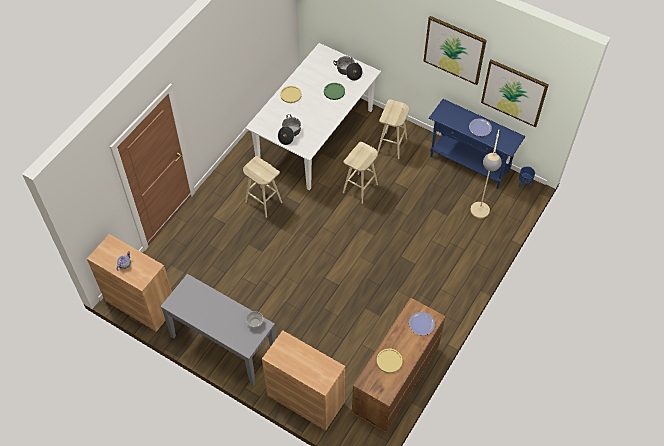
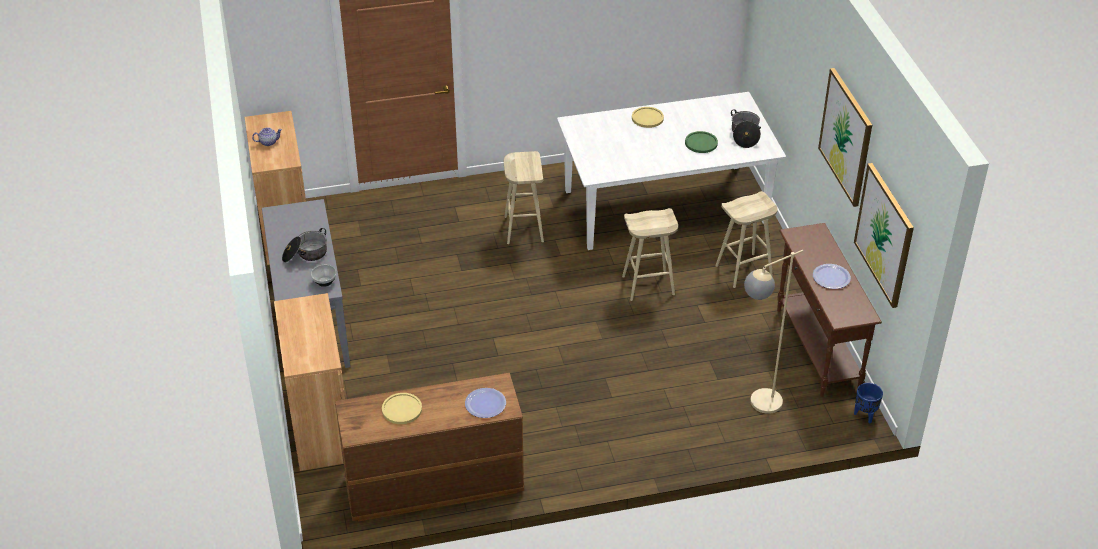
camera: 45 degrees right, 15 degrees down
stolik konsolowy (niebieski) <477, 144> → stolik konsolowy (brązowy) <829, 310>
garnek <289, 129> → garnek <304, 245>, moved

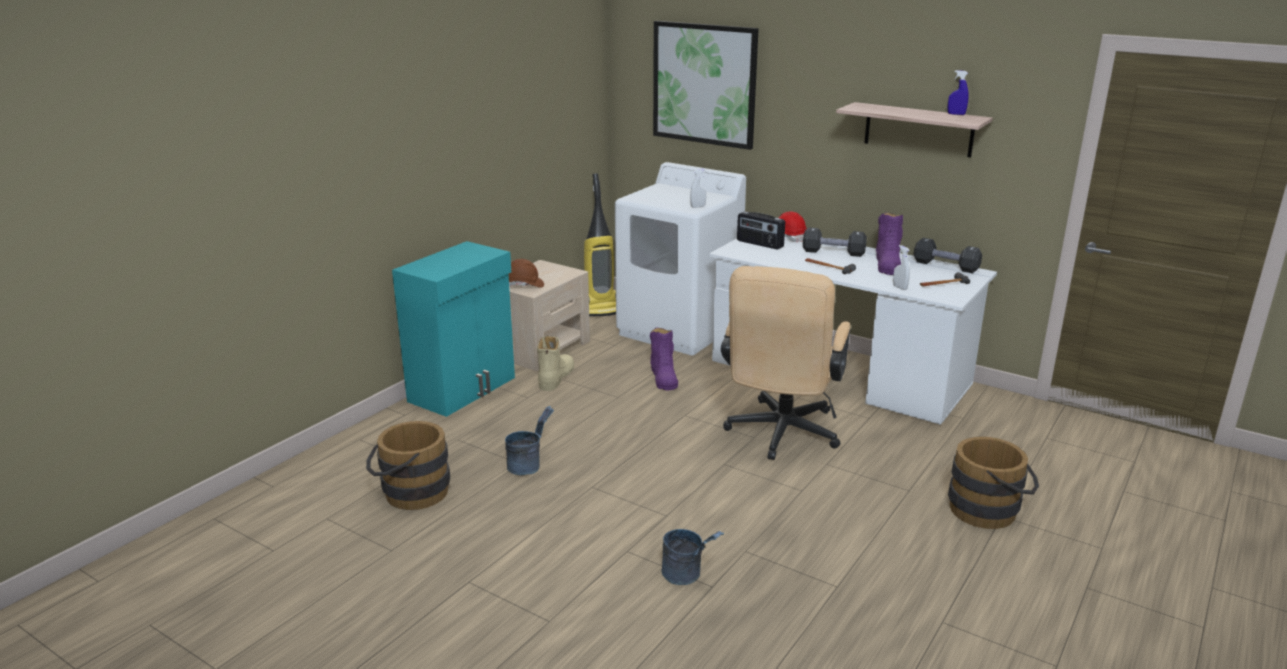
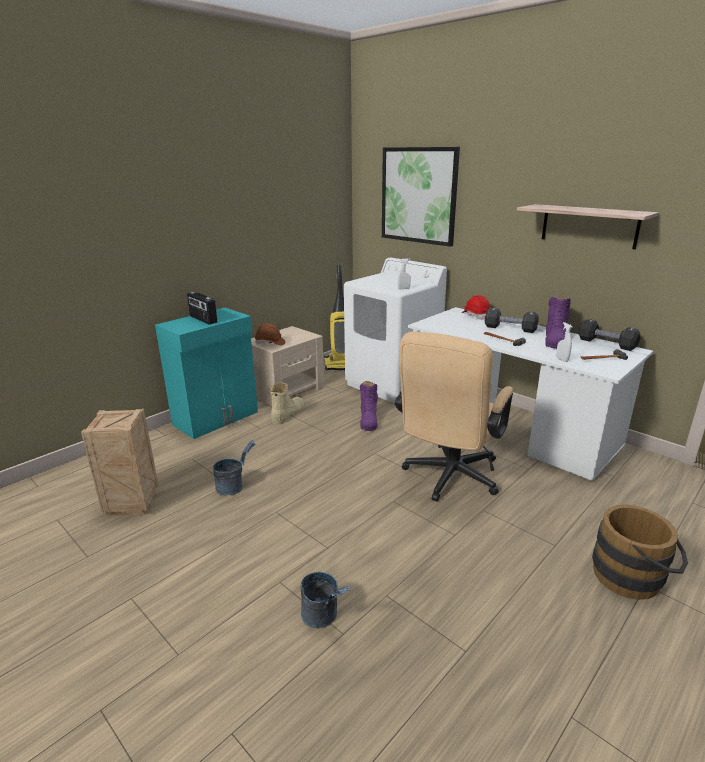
camera: 10 degrees right, 0 degrees up
spryskiwacz (niebieski) <958, 92> → -
radio <761, 230> → radio <202, 308>, moved
wiadro (brązowy) <408, 465> → skrzynka <120, 462>

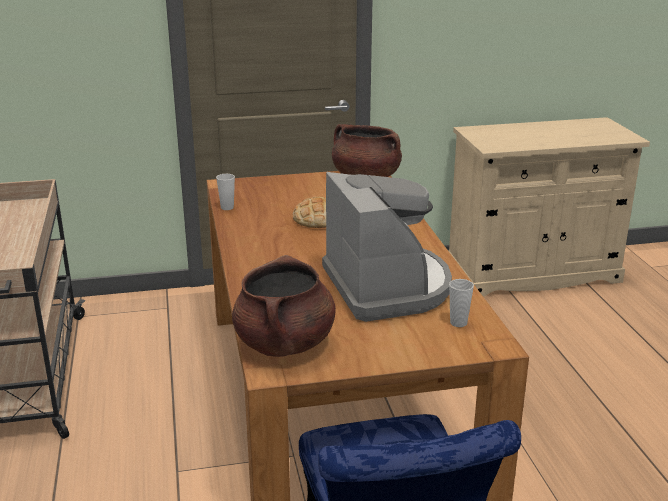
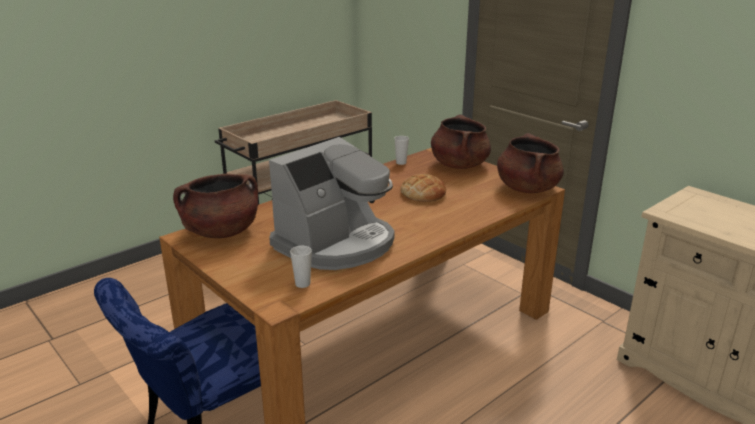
camera: 60 degrees right, 0 degrees up
- → garnek (brązowy) <461, 141>

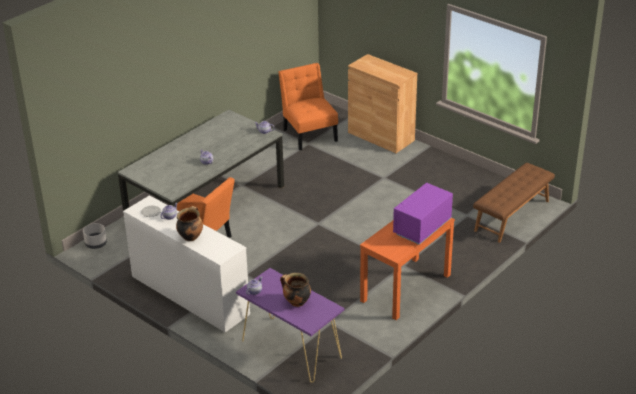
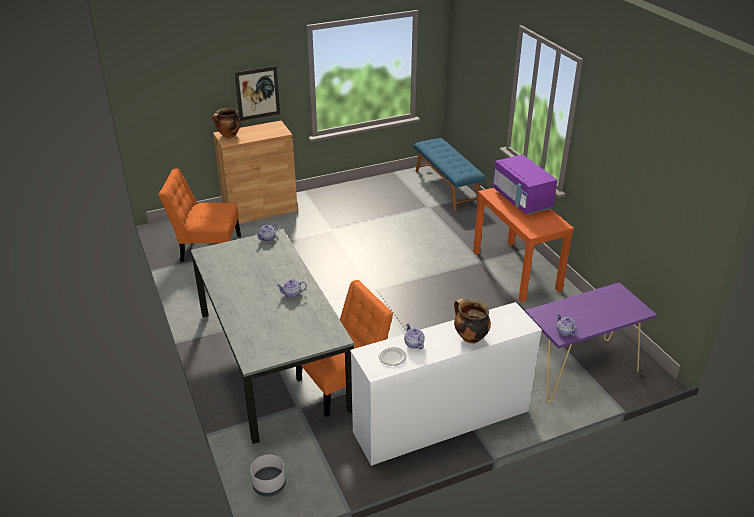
camera: 65 degrees left, 0 degrees up
ławka (brązowy) <514, 203> → ławka (niebieski) <450, 174>
garnek <295, 290> → garnek <226, 123>, moved
- → obraz <257, 93>

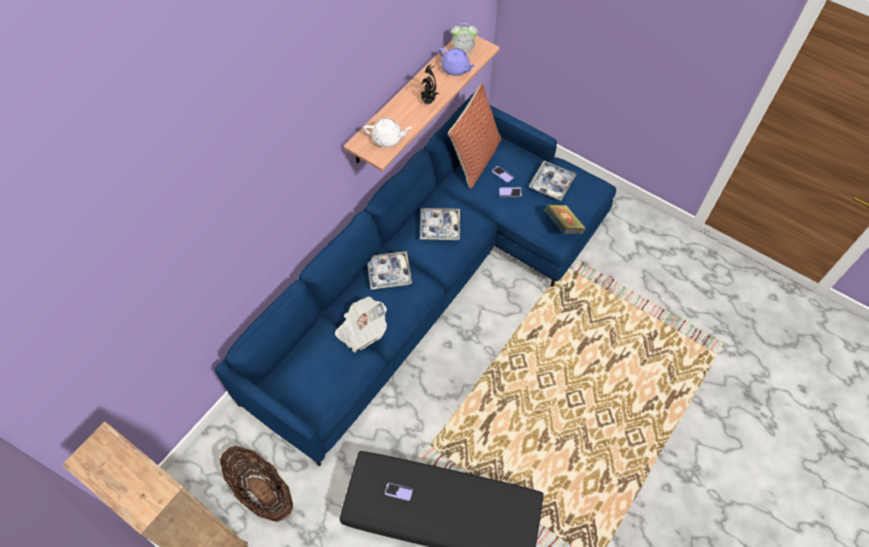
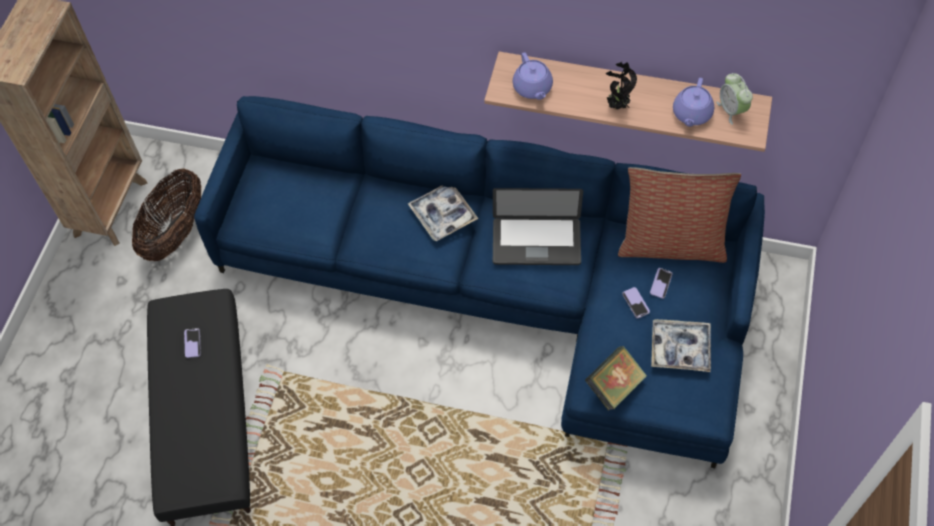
camera: 70 degrees right, 0 degrees up
imbryk (biały) <388, 132> → imbryk (fioletowy) <533, 76>
taca <440, 224> → laptop <538, 226>
gazeta <361, 325> → -

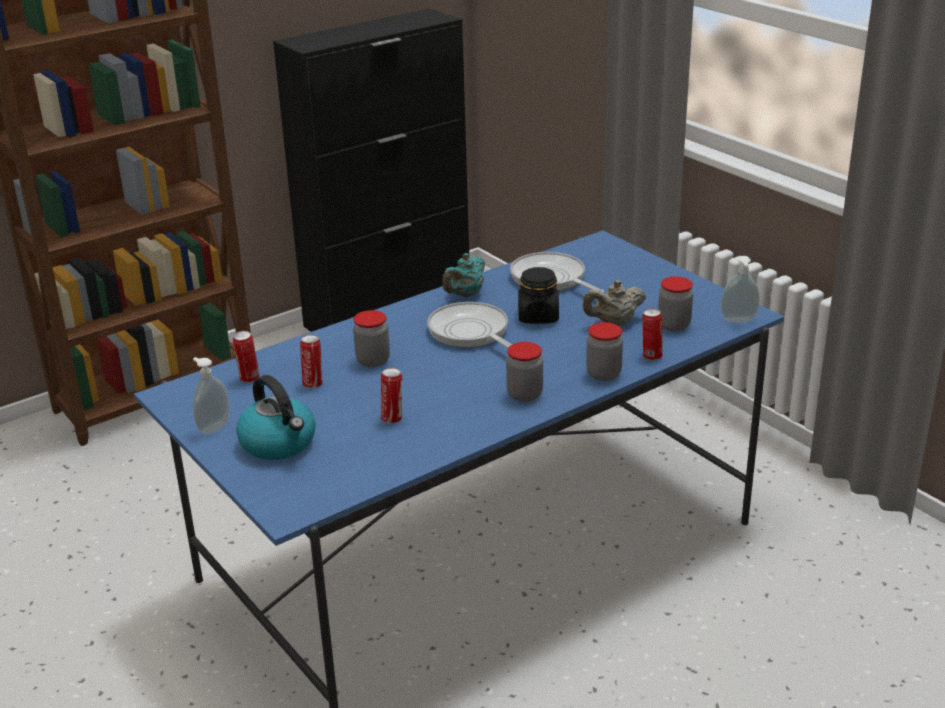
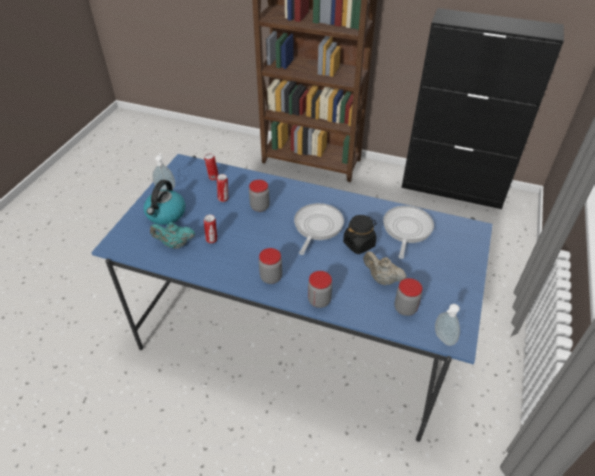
camera: 55 degrees right, 15 degrees up
imbryk (turkusowy) <463, 275> → imbryk (turkusowy) <172, 235>, moved
puszka <652, 334> → -

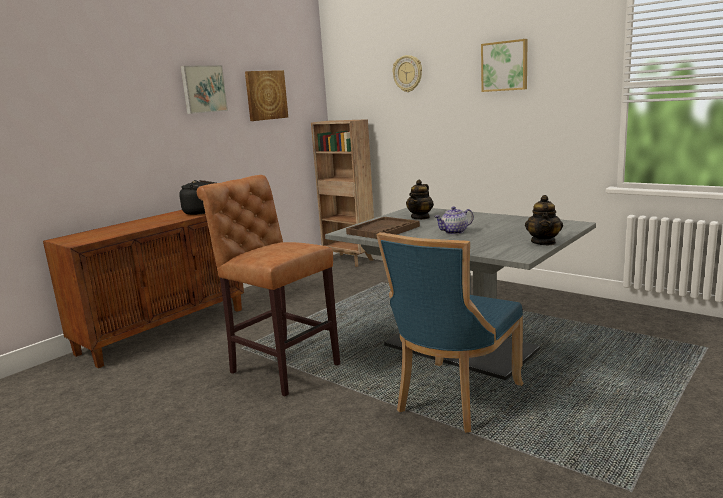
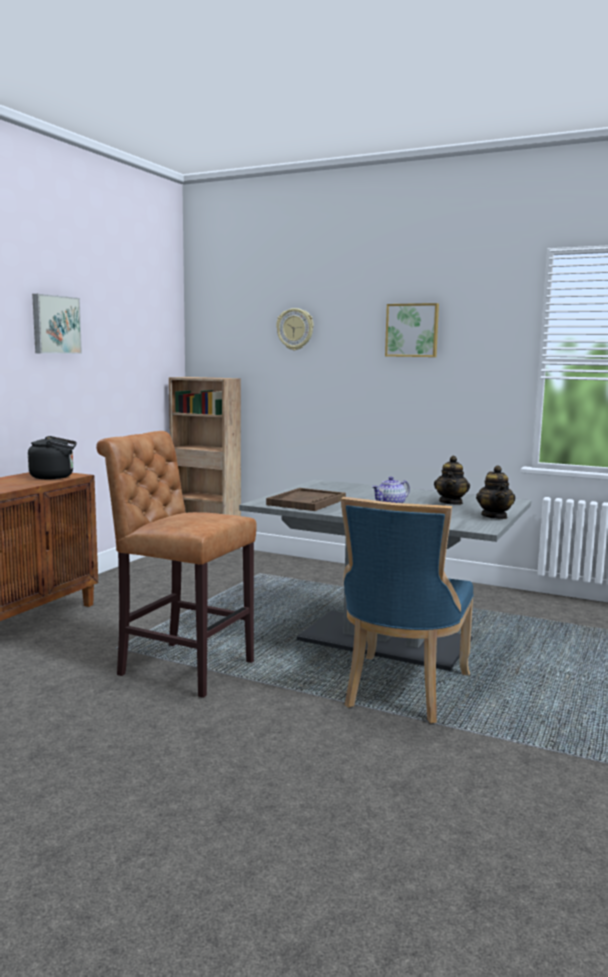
camera: 15 degrees left, 5 degrees down
obraz <266, 95> → -
imbryk <420, 200> → imbryk <452, 480>, moved

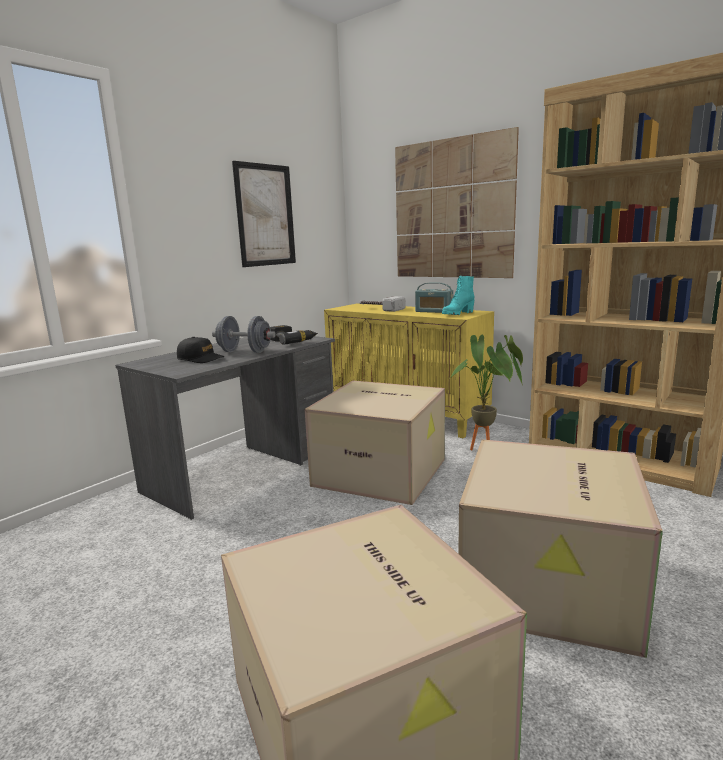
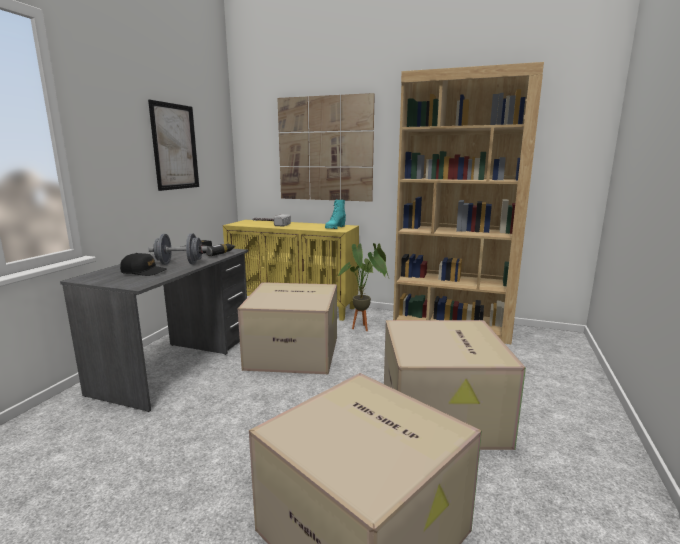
camera: 20 degrees left, 0 degrees up
radio <434, 297> → -

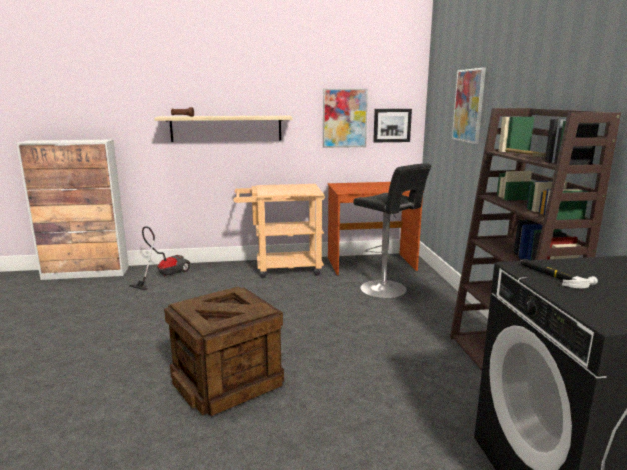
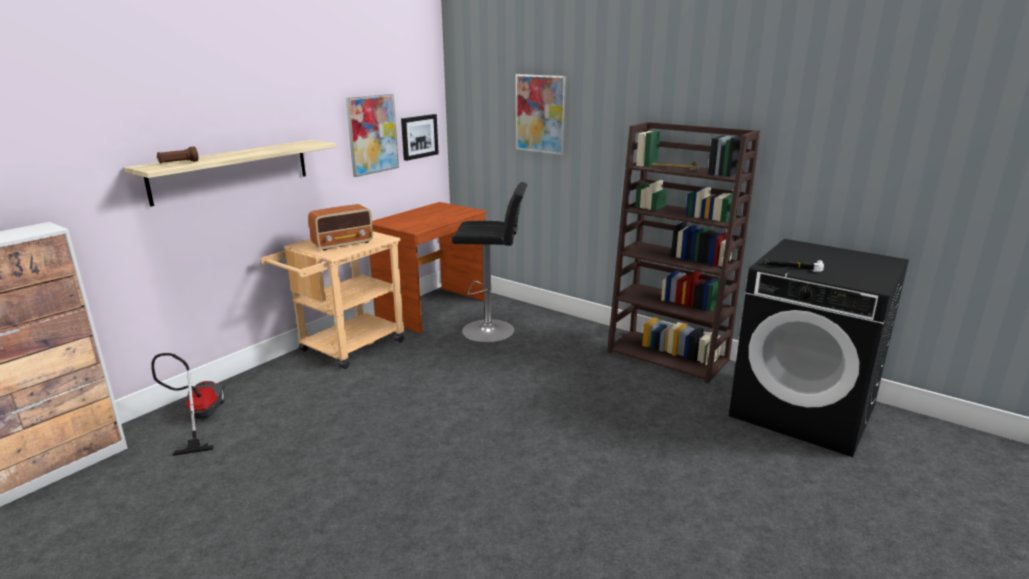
camera: 45 degrees left, 5 degrees up
skrzynka <224, 351> → -
- → radio <340, 227>

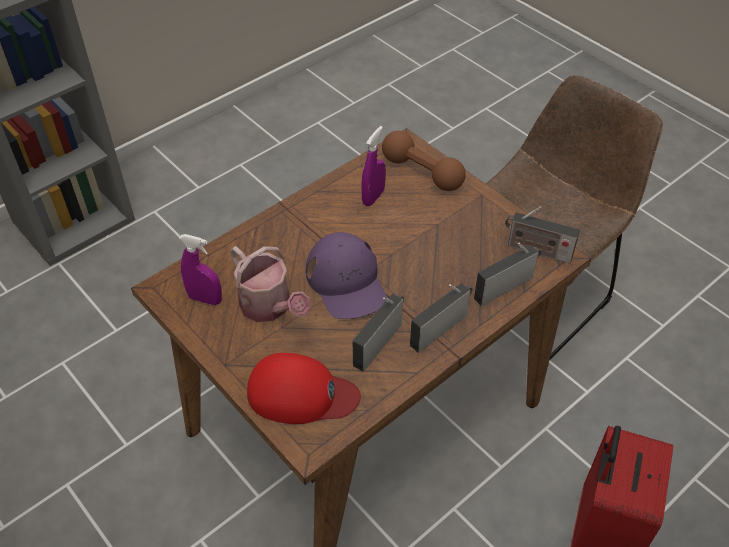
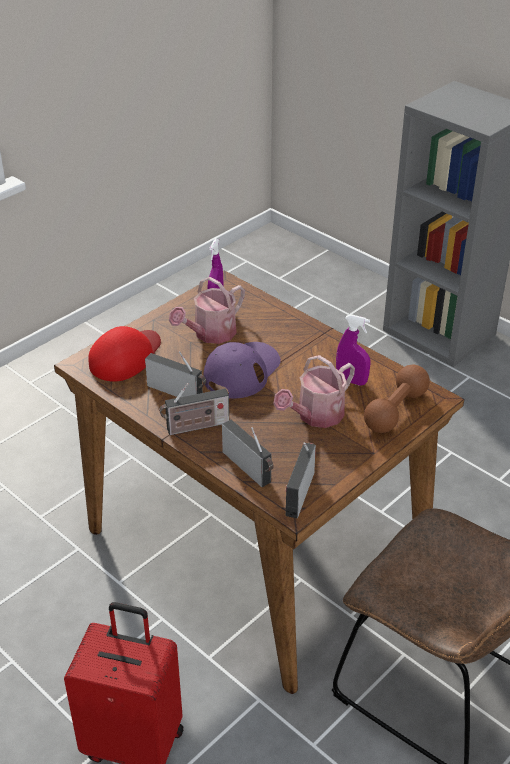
camera: 85 degrees right, 10 degrees down
czapka z daszkiem (fioletowy) <346, 275> → czapka z daszkiem (fioletowy) <242, 370>, 150 degrees clockwise
radio <441, 318> → radio <194, 409>, 120 degrees clockwise
czapka z daszkiem (czerwony) <304, 388> → czapka z daszkiem (czerwony) <124, 354>, 150 degrees counterclockwise
- → konewka <314, 391>

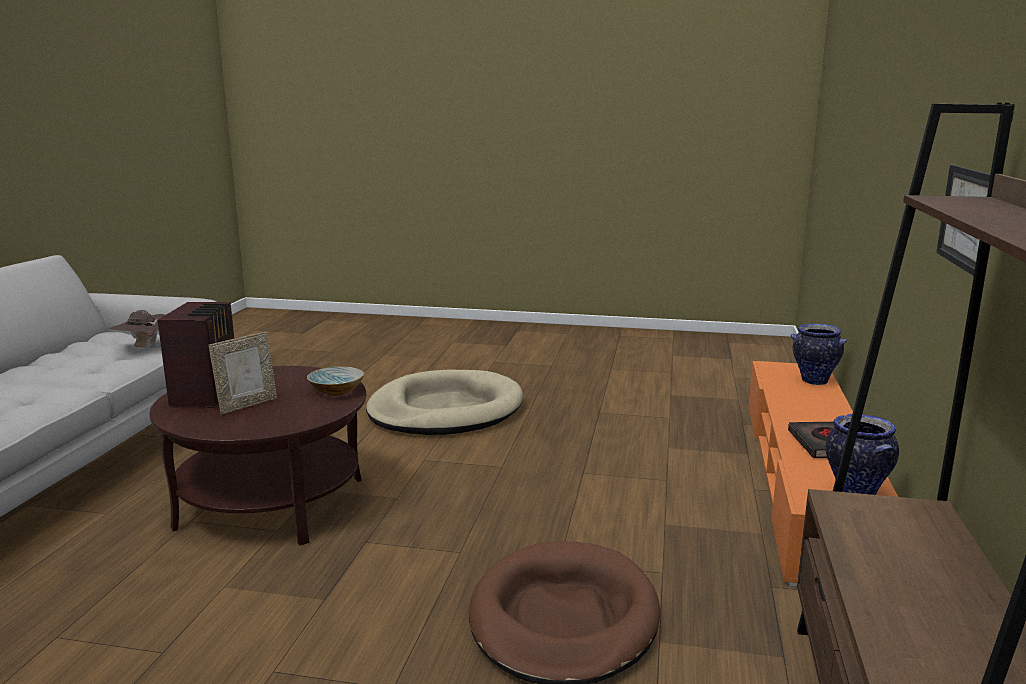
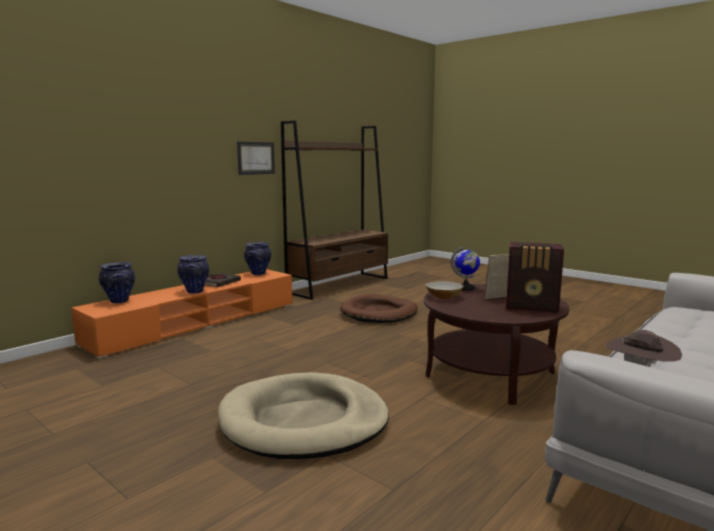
camera: 150 degrees left, 5 degrees down
radio <196, 355> → radio <535, 277>, 105 degrees counterclockwise
- → globus <465, 269>
- → wazon <193, 274>

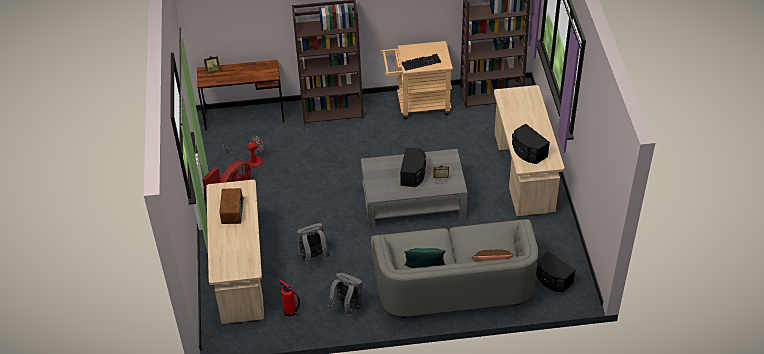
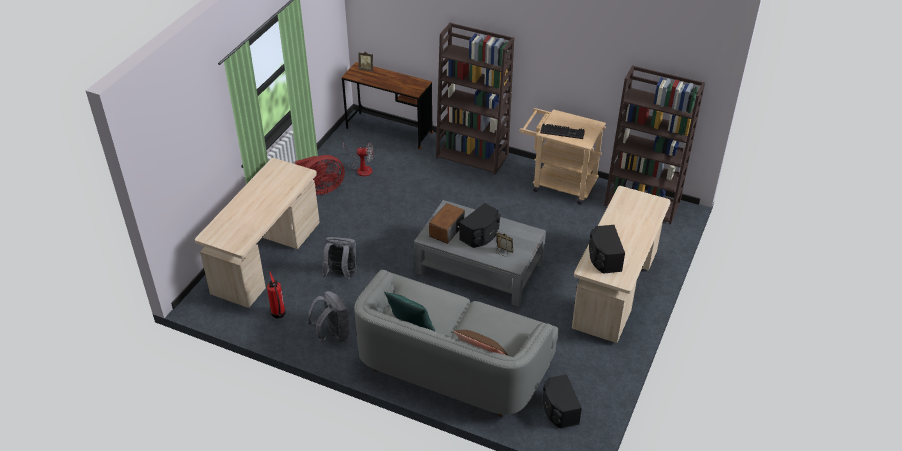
camera: 30 degrees right, 5 degrees down
radio <232, 206> → radio <447, 223>, moved

